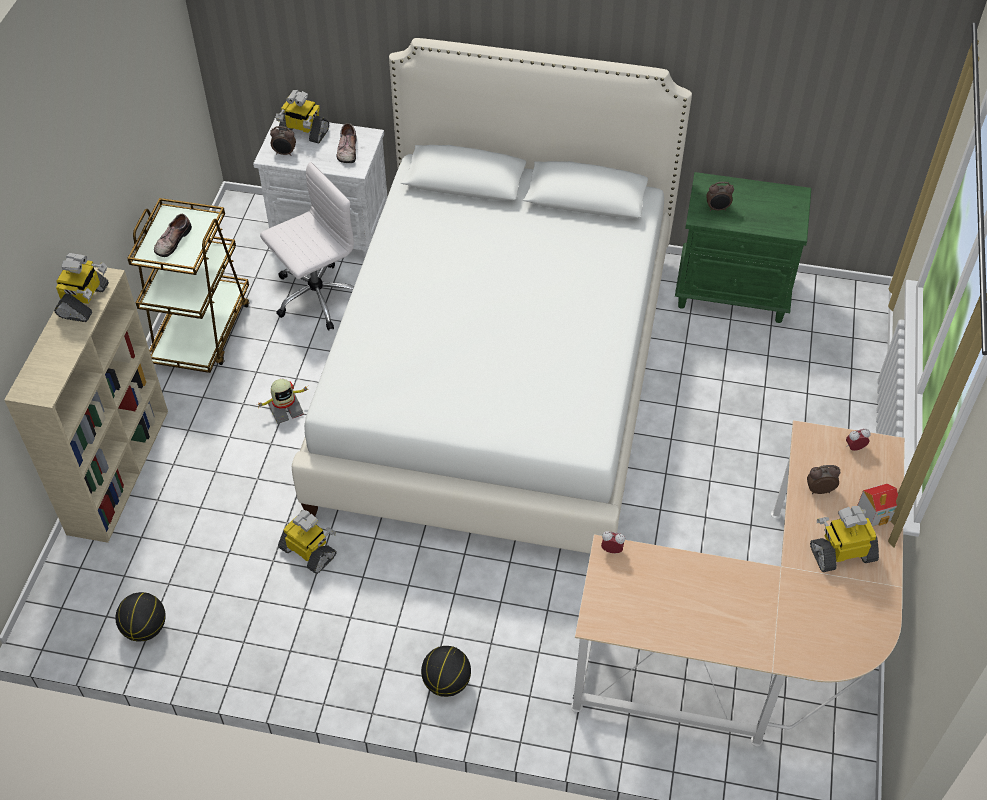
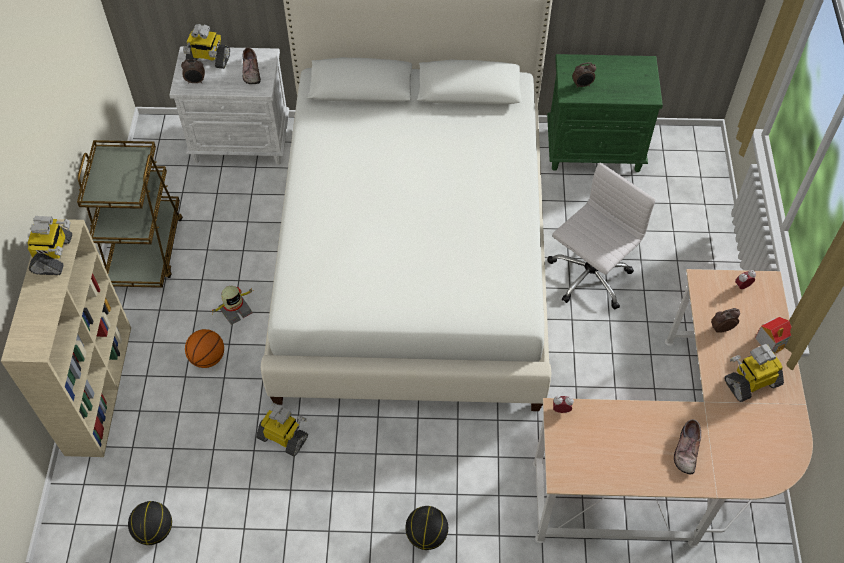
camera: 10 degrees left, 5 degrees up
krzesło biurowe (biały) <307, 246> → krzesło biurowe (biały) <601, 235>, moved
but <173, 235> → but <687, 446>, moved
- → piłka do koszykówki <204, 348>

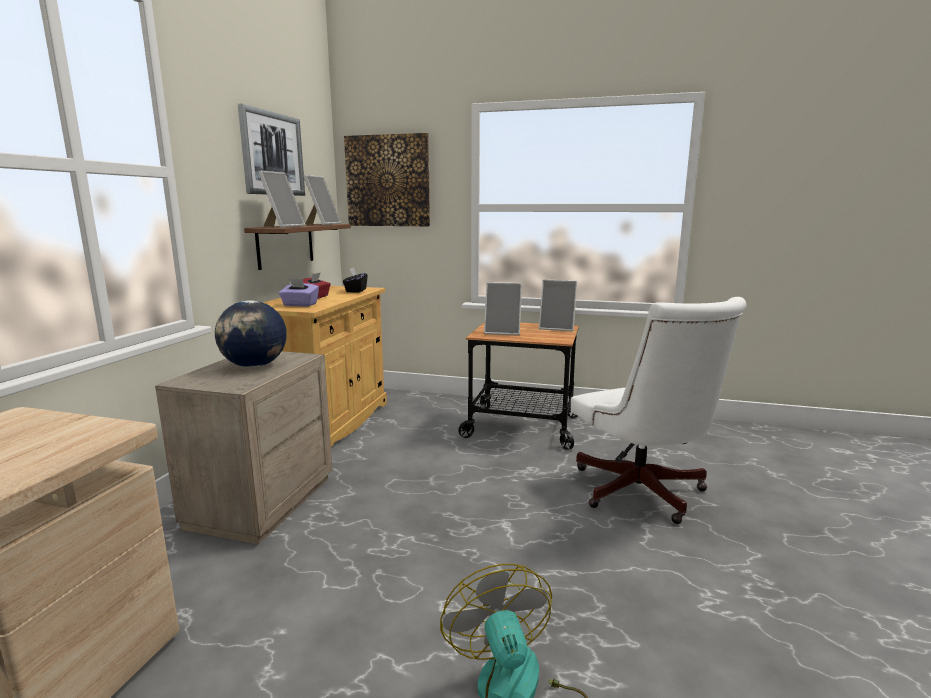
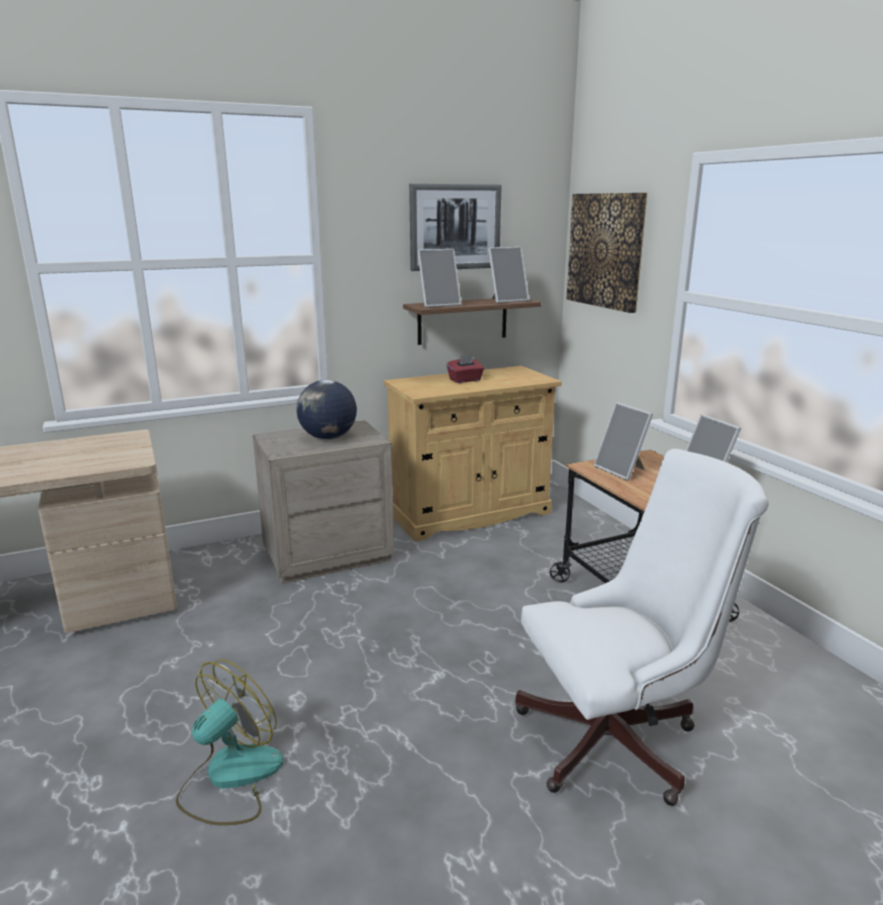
camera: 50 degrees right, 5 degrees up
pudełko chusteczek (czarny) <355, 280> → -
pudełko chusteczek (fioletowy) <299, 293> → -
krzesło biurowe (biały) <659, 410> → krzesło biurowe (biały) <642, 627>, 135 degrees counterclockwise

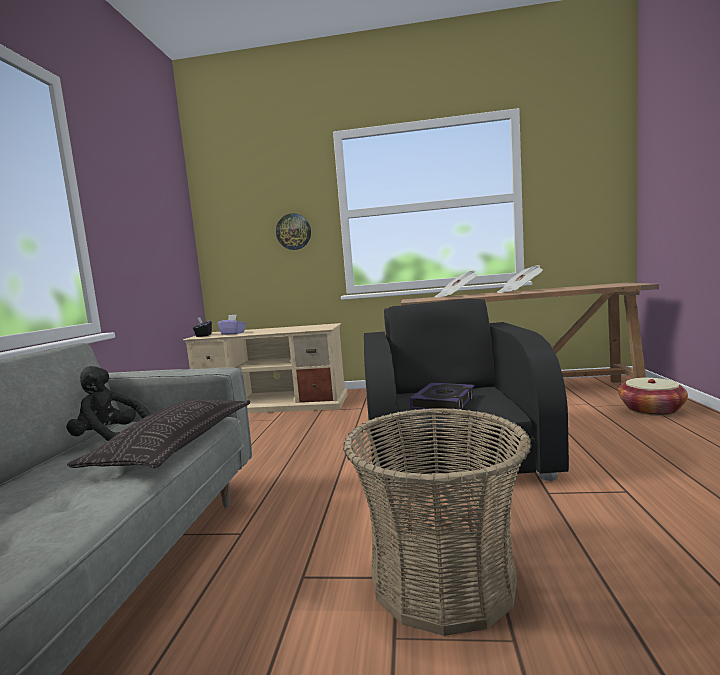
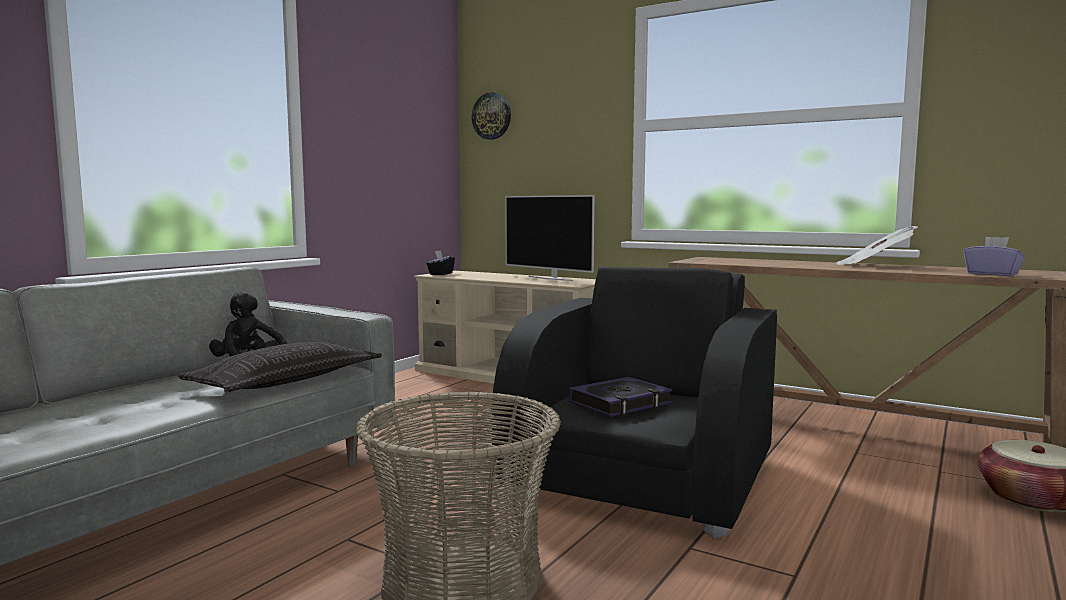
camera: 25 degrees right, 0 degrees up
zegar ścienny <293, 231> → zegar ścienny <491, 116>, moved
gazeta <455, 284> → -
pudełko chusteczek (fioletowy) <231, 324> → pudełko chusteczek (fioletowy) <994, 256>, moved
- → telewizor <549, 238>

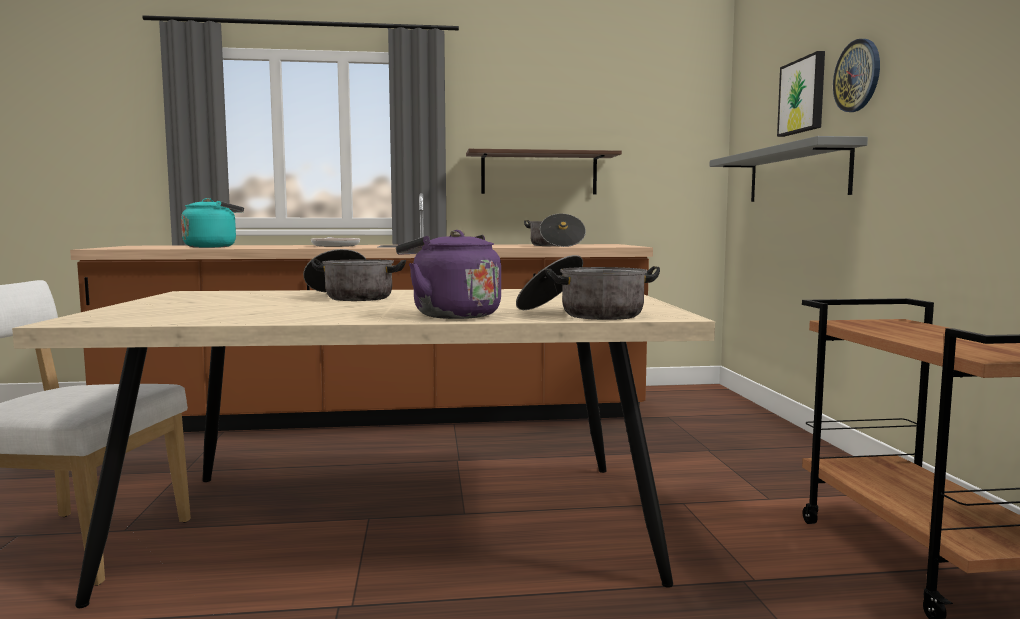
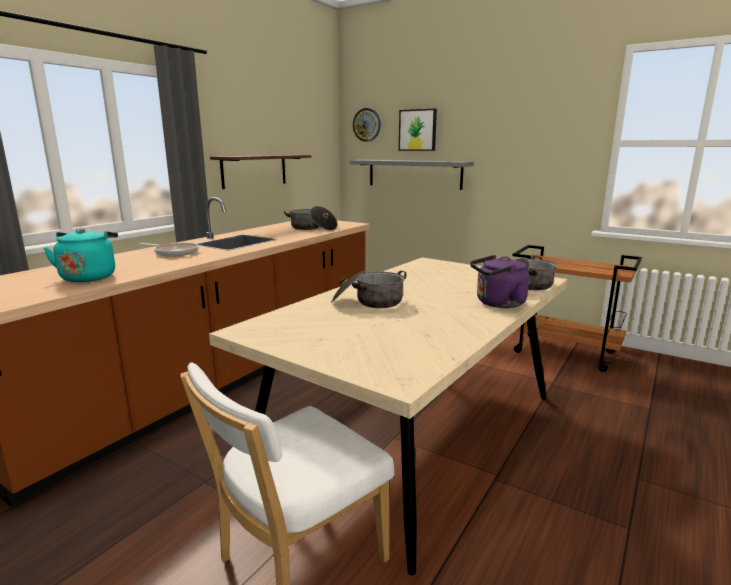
camera: 50 degrees left, 10 degrees up
zegar ścienny <856, 75> → zegar ścienny <367, 125>, moved

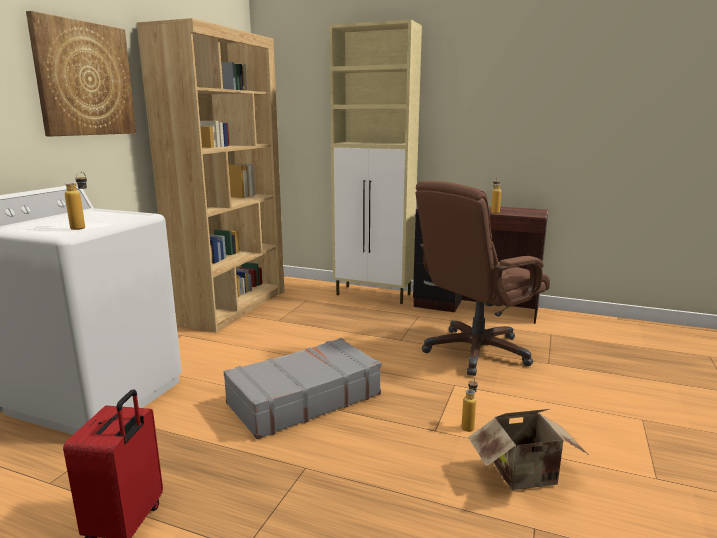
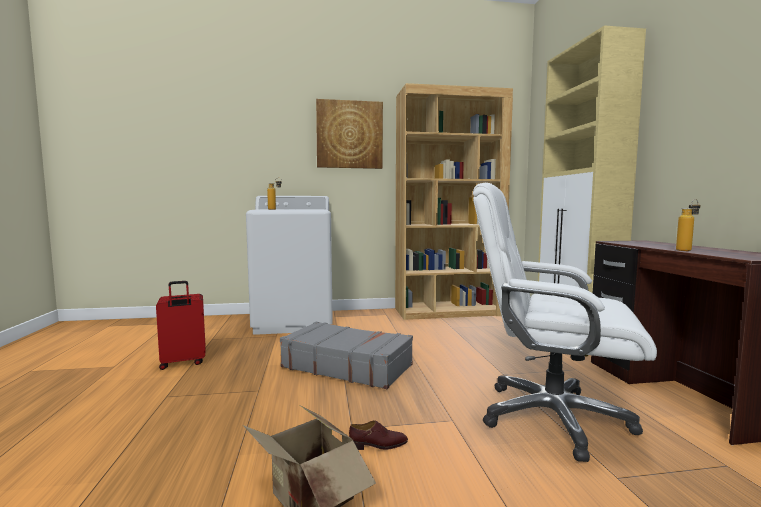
camera: 60 degrees right, 10 degrees down
krzesło biurowe (brązowy) <482, 278> → krzesło biurowe (biały) <565, 322>
butelka <469, 405> → but (brązowy) <378, 435>

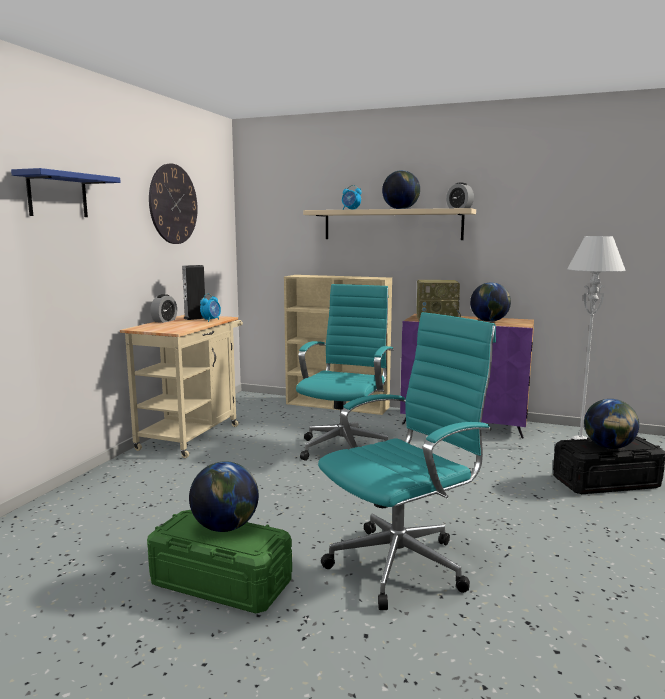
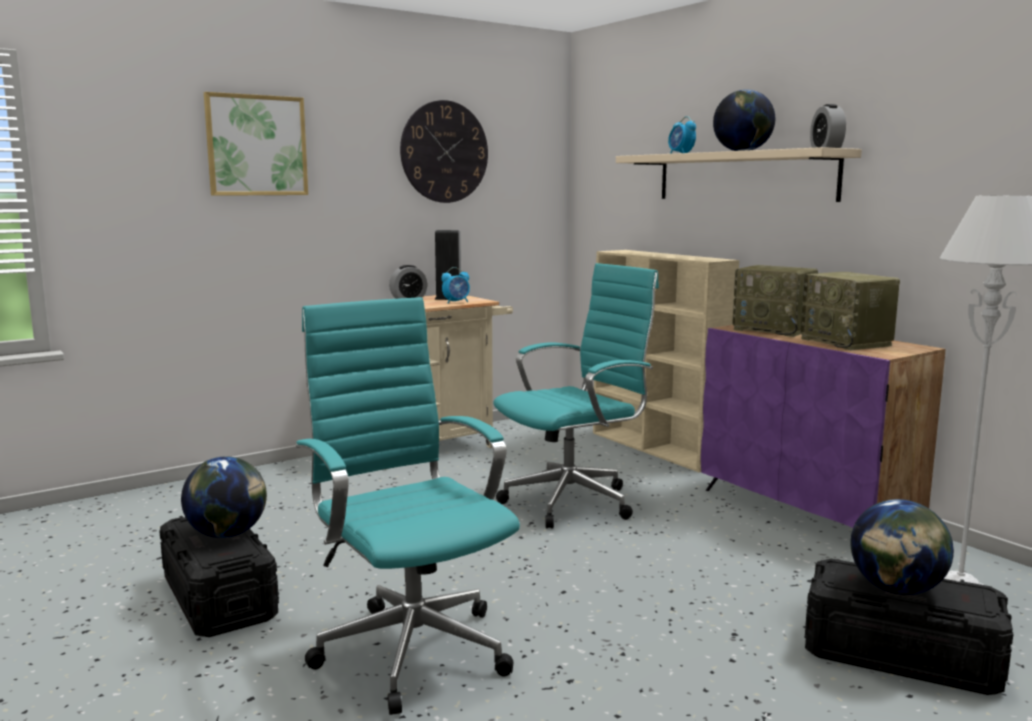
camera: 35 degrees right, 0 degrees up
półka (niebieski) <66, 192> → obraz <256, 144>
globus <490, 302> → radio <850, 311>
krzesło biurowe (turkusowy) <407, 461> → krzesło biurowe (turkusowy) <408, 506>, 120 degrees counterclockwise
pojemnik do przechowywania (zielony) <219, 561> → pojemnik do przechowywania (czarny) <219, 576>

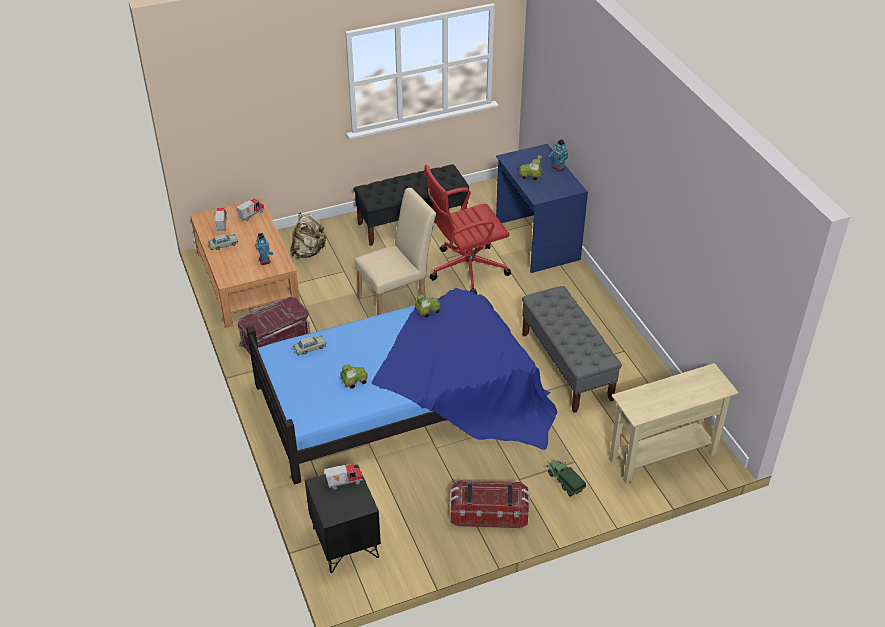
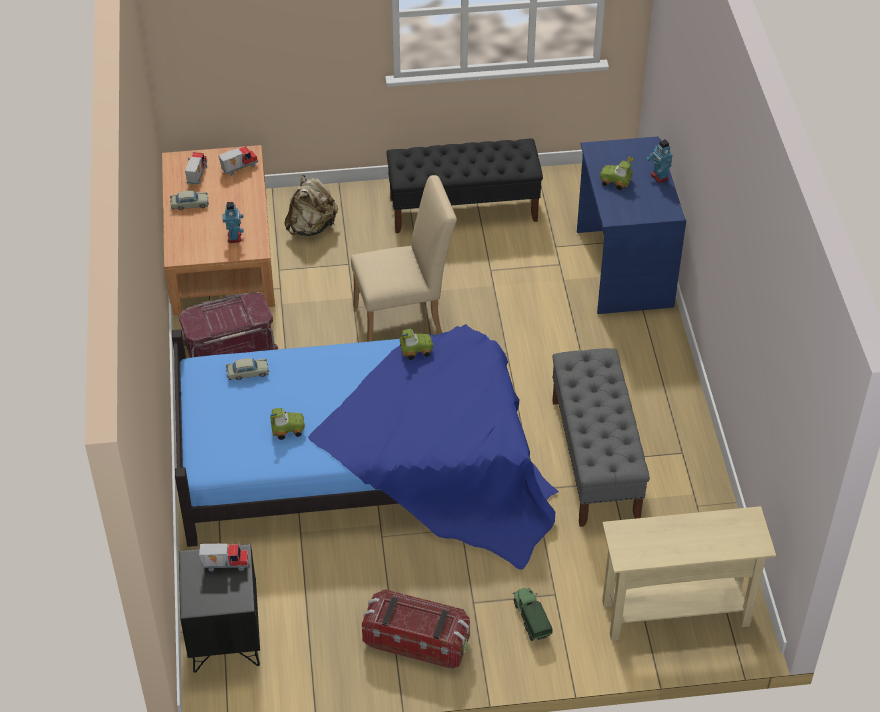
camera: 15 degrees right, 5 degrees up
krzesło biurowe (czerwony) <467, 229> → -

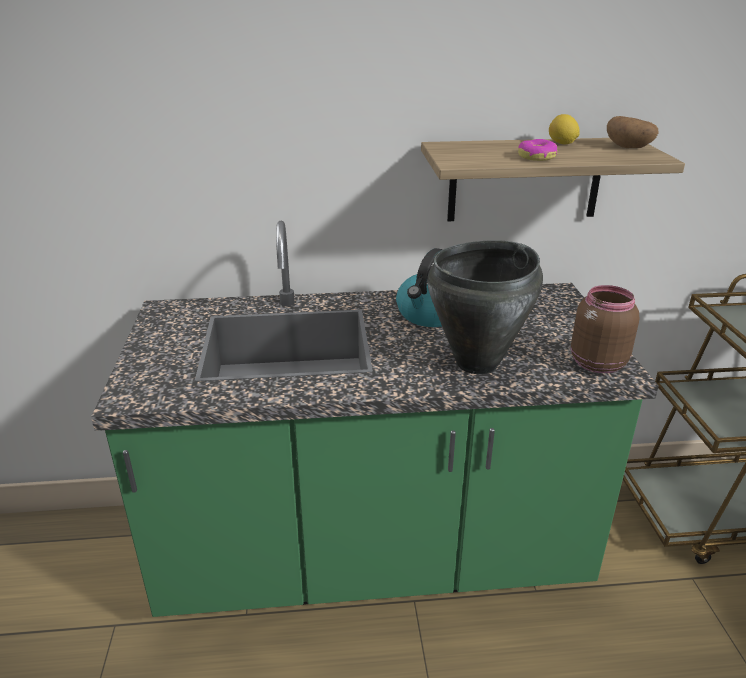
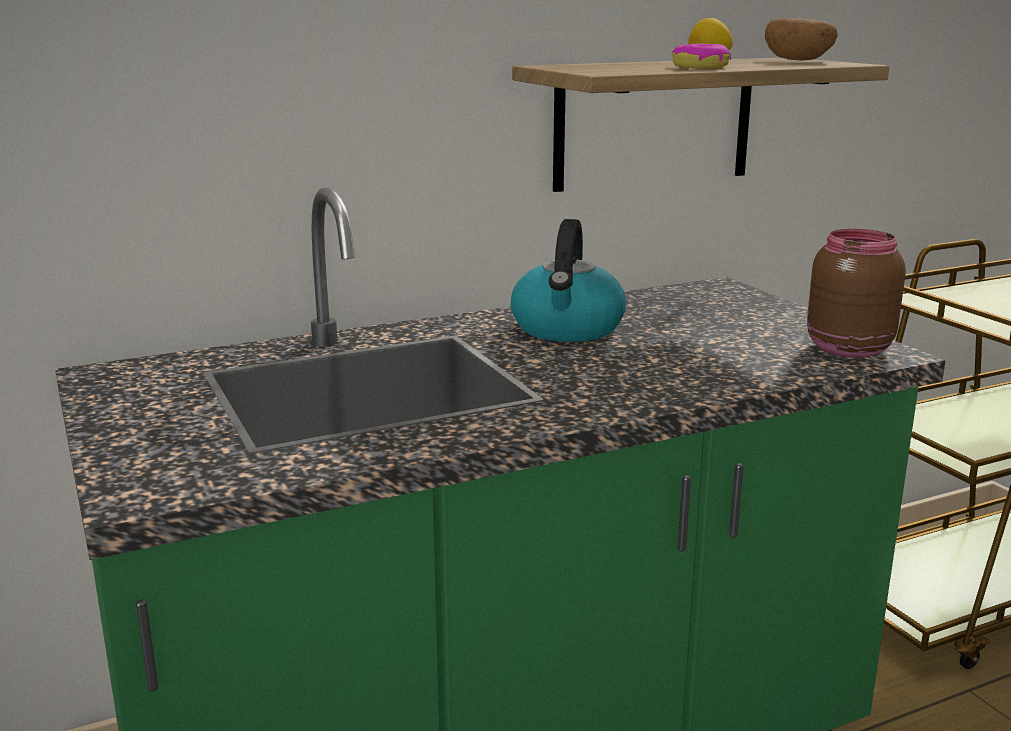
camera: 20 degrees left, 10 degrees down
garnek (czarny) <485, 307> → -

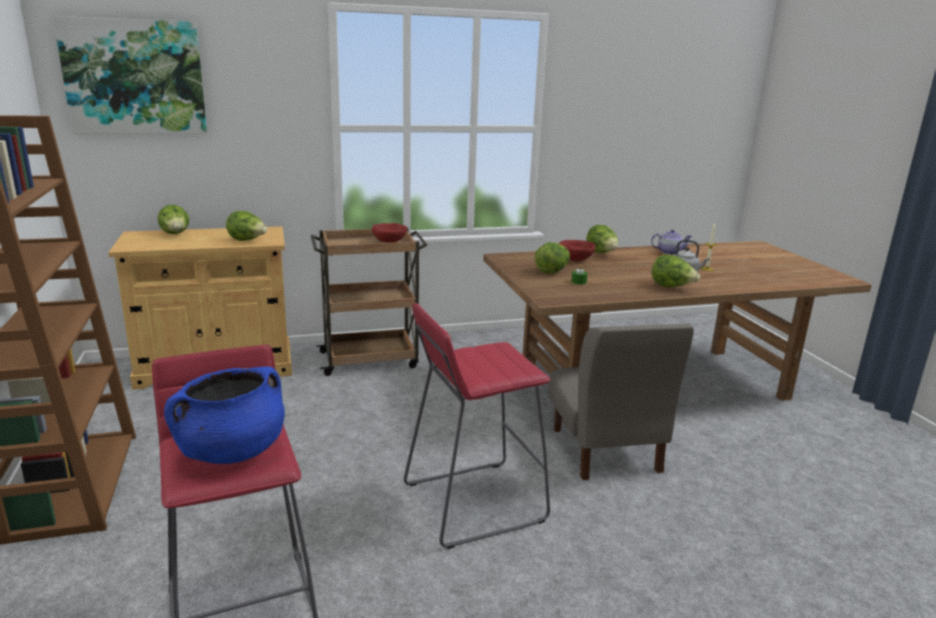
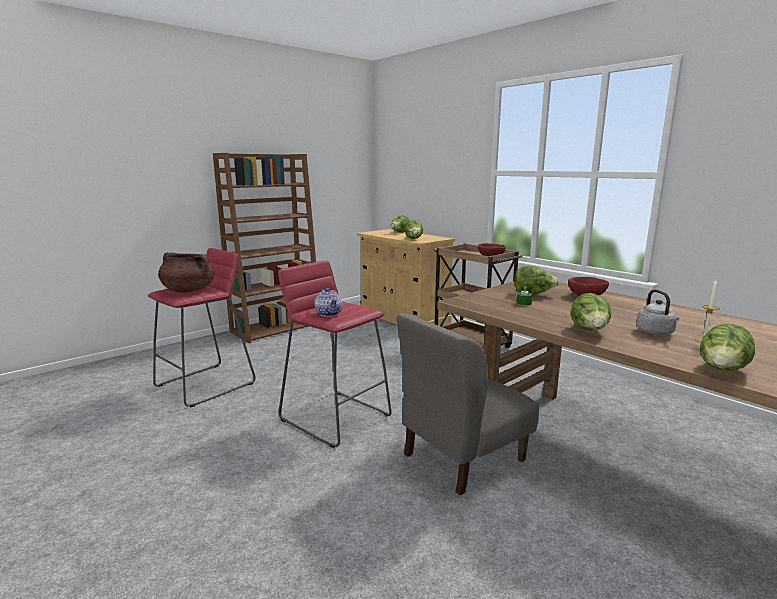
camera: 65 degrees right, 5 degrees down
obraz <130, 75> → -
sałata <602, 239> → sałata <727, 347>, moved
imbryk <671, 242> → imbryk <328, 302>, moved
garnek (niebieski) <224, 415> → garnek (brązowy) <186, 272>

